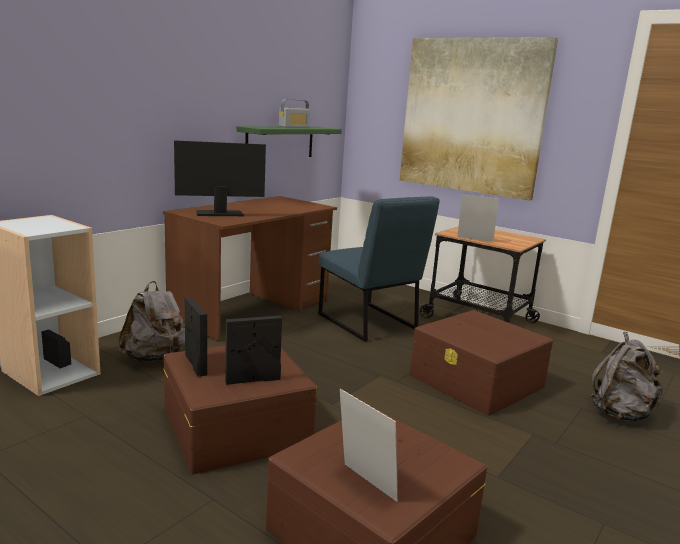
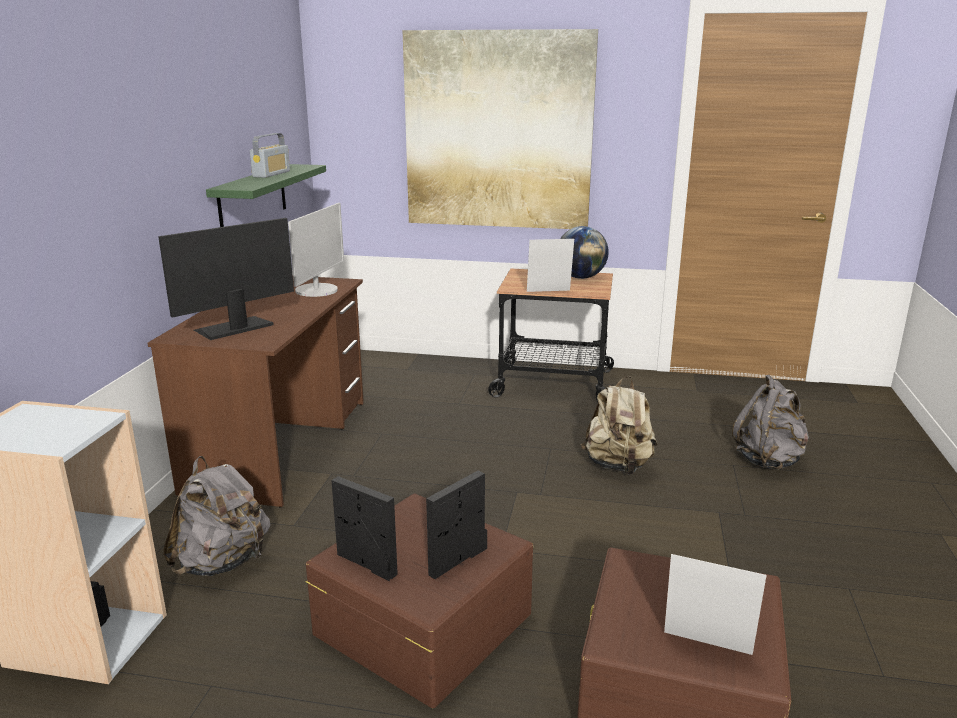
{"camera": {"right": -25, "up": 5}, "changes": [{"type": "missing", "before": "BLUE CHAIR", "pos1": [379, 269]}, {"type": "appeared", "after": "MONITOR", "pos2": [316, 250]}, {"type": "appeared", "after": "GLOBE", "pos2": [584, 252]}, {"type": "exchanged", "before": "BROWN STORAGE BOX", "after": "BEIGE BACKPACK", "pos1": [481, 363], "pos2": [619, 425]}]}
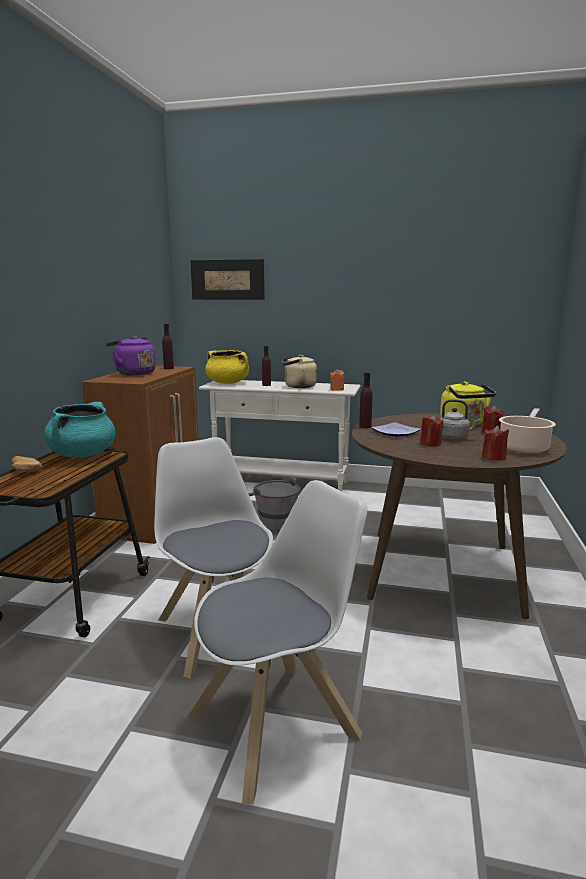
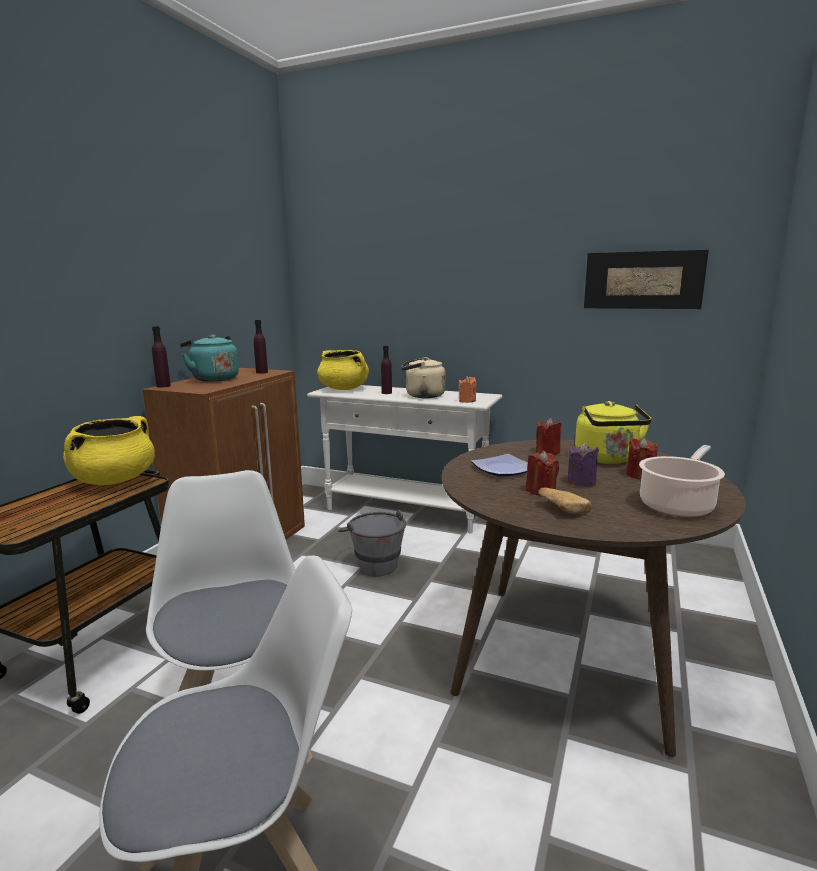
{"camera": {"right": 10, "up": 0}, "changes": [{"type": "relocated", "before": "BREAD", "pos1": [27, 464], "pos2": [565, 501]}, {"type": "relocated", "before": "PICTURE", "pos1": [227, 279], "pos2": [646, 279]}, {"type": "relocated", "before": "PURPLE BOTTLE", "pos1": [366, 400], "pos2": [161, 356]}, {"type": "relocated", "before": "RED CANDLE", "pos1": [495, 443], "pos2": [549, 436]}, {"type": "exchanged", "before": "GREY KETTLE", "after": "PURPLE CANDLE", "pos1": [460, 419], "pos2": [583, 464]}, {"type": "colour", "before": "TURQUOISE COOKING POT", "after": "YELLOW COOKING POT", "pos1": [80, 430], "pos2": [109, 450]}, {"type": "colour", "before": "PURPLE KETTLE", "after": "TURQUOISE KETTLE", "pos1": [131, 356], "pos2": [209, 358]}]}
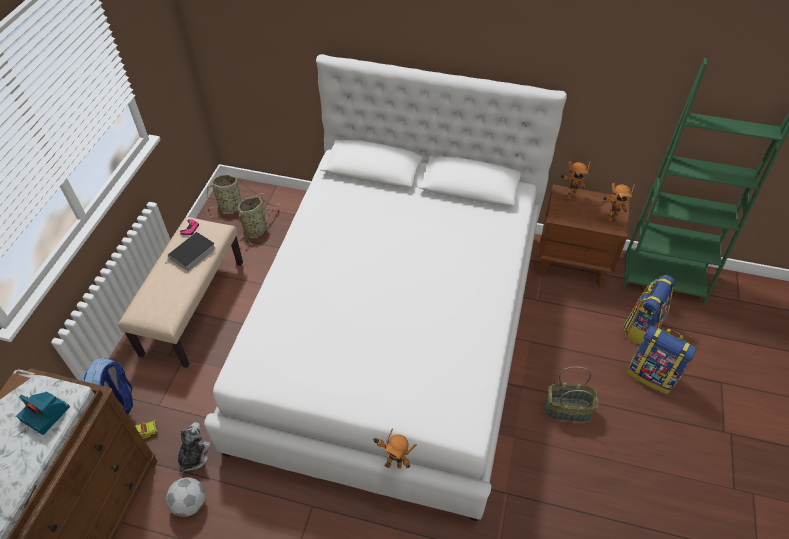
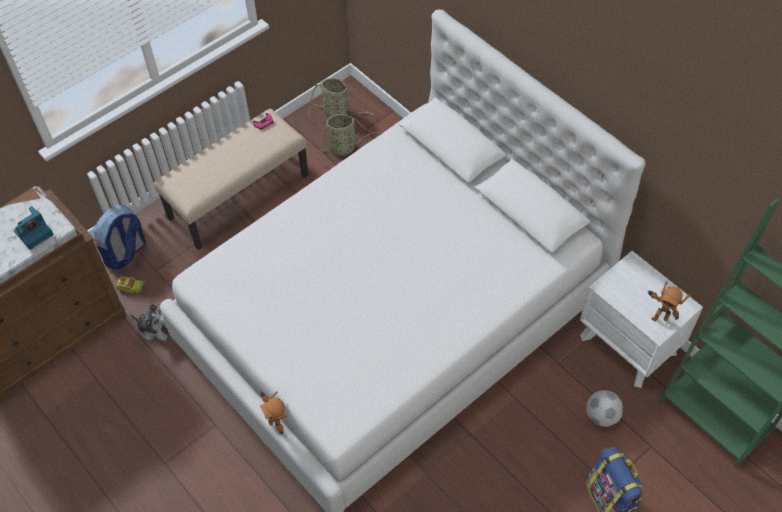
{"camera": {"right": 35, "up": 5}, "changes": [{"type": "missing", "before": "BOOK", "pos1": [190, 251]}, {"type": "missing", "before": "BASKET", "pos1": [572, 393]}, {"type": "missing", "before": "TOY ROBOT", "pos1": [575, 180]}, {"type": "missing", "before": "BACKPACK", "pos1": [649, 309]}, {"type": "relocated", "before": "FOOTBALL", "pos1": [185, 497], "pos2": [604, 408]}, {"type": "colour", "before": "BROWN NIGHTSTAND", "after": "WHITE NIGHTSTAND", "pos1": [583, 236], "pos2": [641, 319]}, {"type": "spun", "before": "PHOTO CAMERA", "pos1": [43, 413], "pos2": [33, 228], "turn": -105}, {"type": "spun", "before": "PLUSH TOY", "pos1": [194, 447], "pos2": [149, 322], "turn": 60}]}
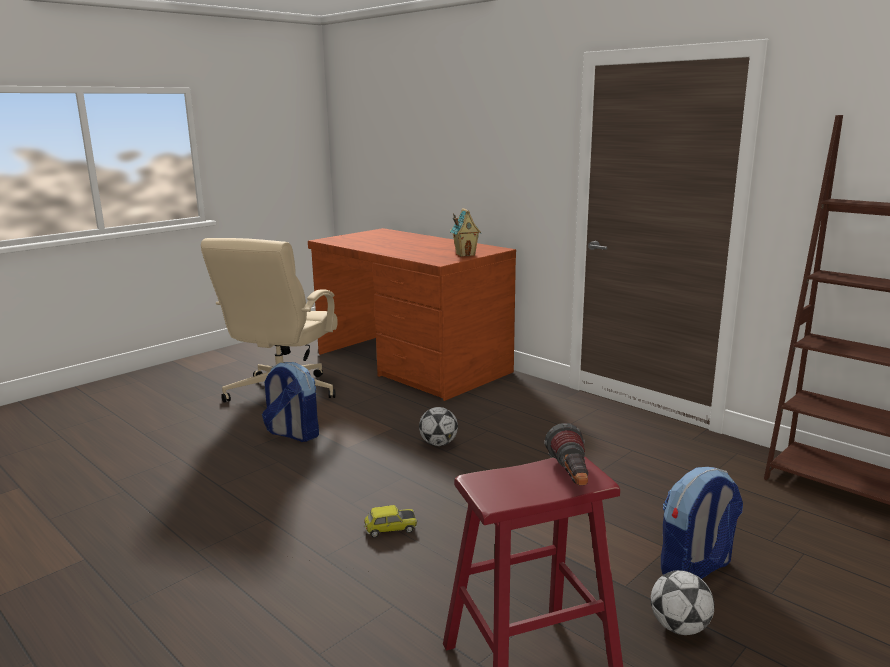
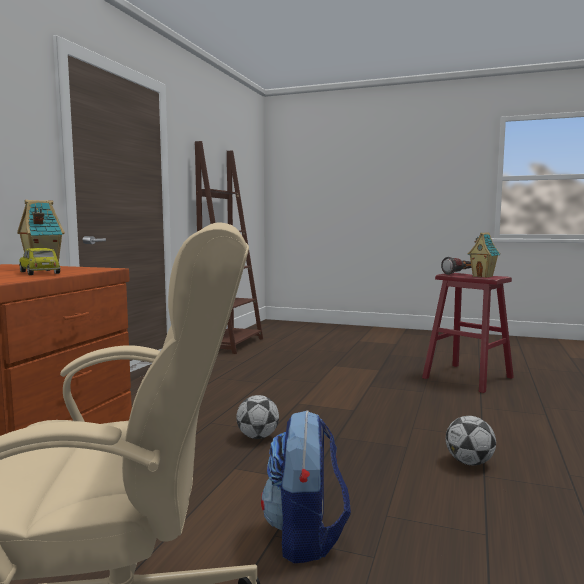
{"camera": {"right": -115, "up": -10}, "changes": [{"type": "missing", "before": "BACKPACK", "pos1": [702, 523]}, {"type": "appeared", "after": "TOY HOUSE", "pos2": [483, 255]}, {"type": "relocated", "before": "TOY CAR", "pos1": [390, 521], "pos2": [39, 261]}, {"type": "relocated", "before": "FOOTBALL", "pos1": [683, 602], "pos2": [471, 440]}]}
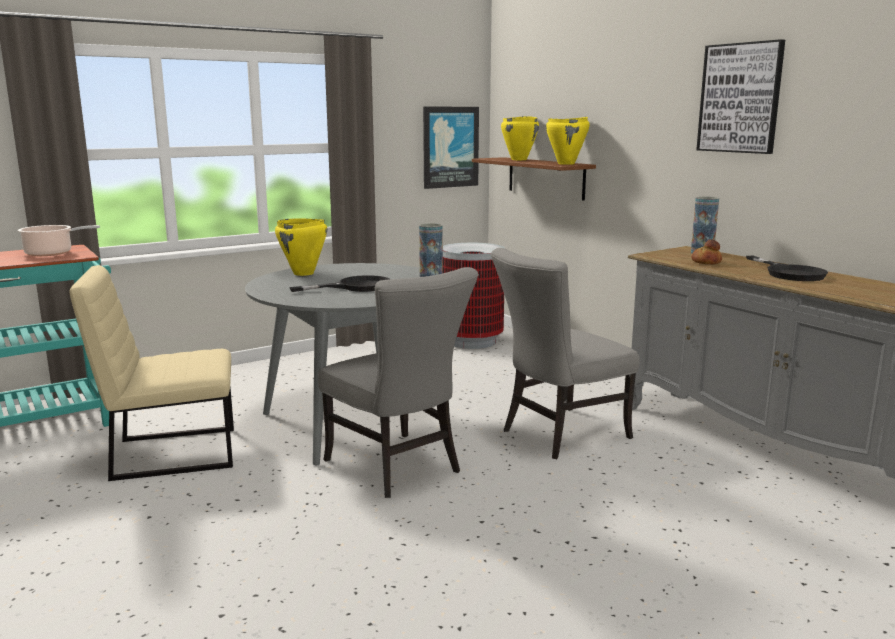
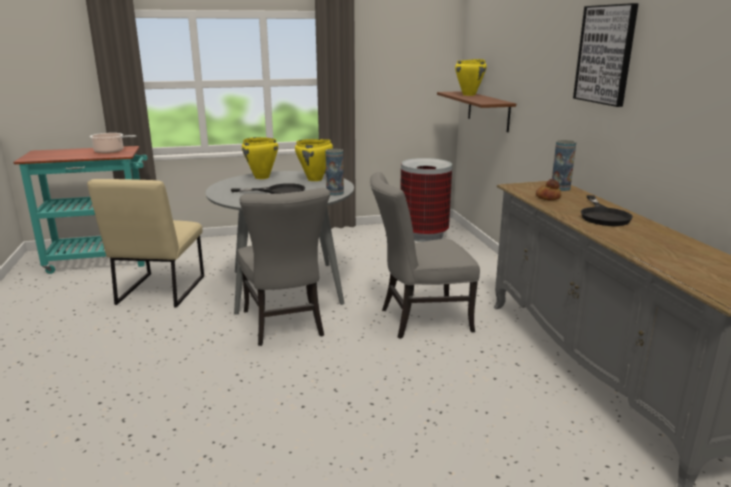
{"camera": {"right": 20, "up": 5}, "changes": [{"type": "missing", "before": "PICTURE", "pos1": [451, 148]}, {"type": "relocated", "before": "YELLOW COOKING POT", "pos1": [568, 141], "pos2": [314, 160]}, {"type": "spun", "before": "BEIGE CHAIR", "pos1": [152, 373], "pos2": [145, 243], "turn": -90}]}
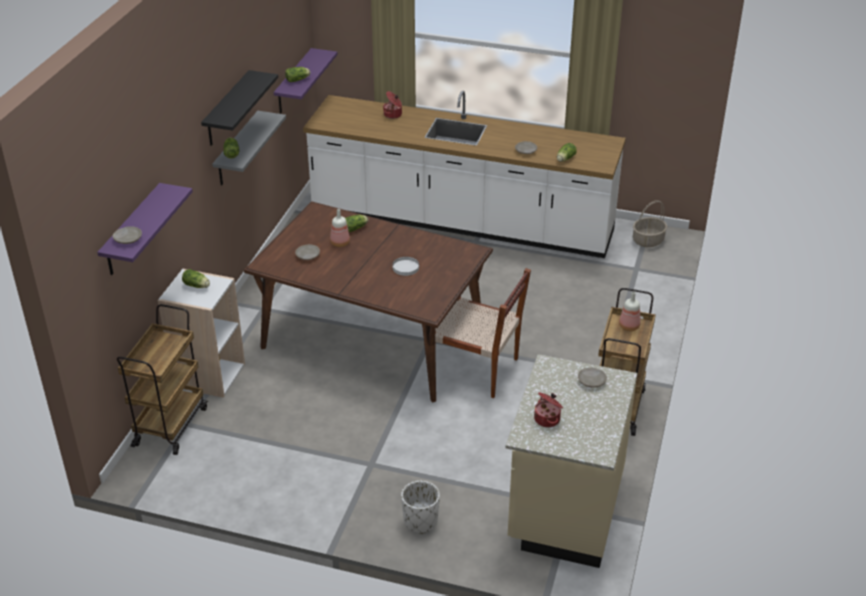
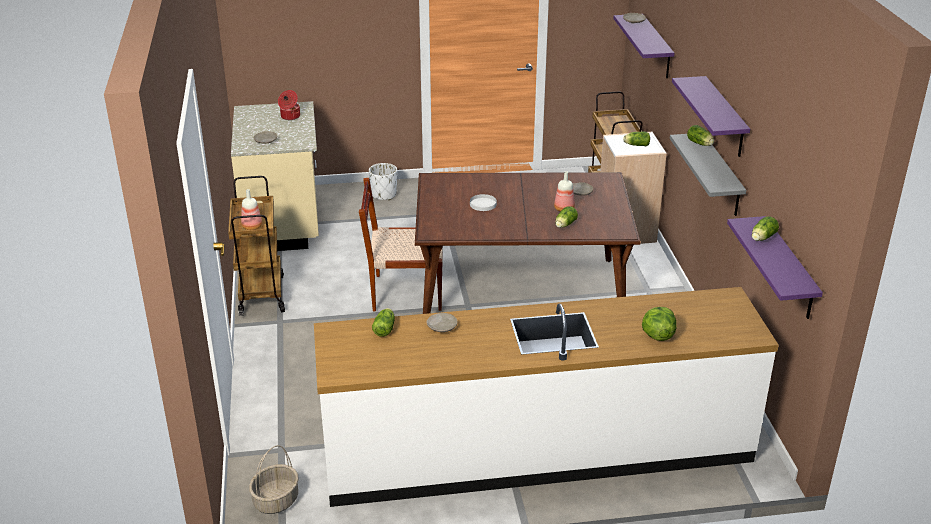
{"camera": {"right": 155, "up": -5}, "changes": [{"type": "exchanged", "before": "COOKING POT", "after": "LETTUCE", "pos1": [392, 105], "pos2": [659, 324]}, {"type": "colour", "before": "BLACK SHELF", "after": "PURPLE SHELF", "pos1": [239, 108], "pos2": [711, 116]}]}
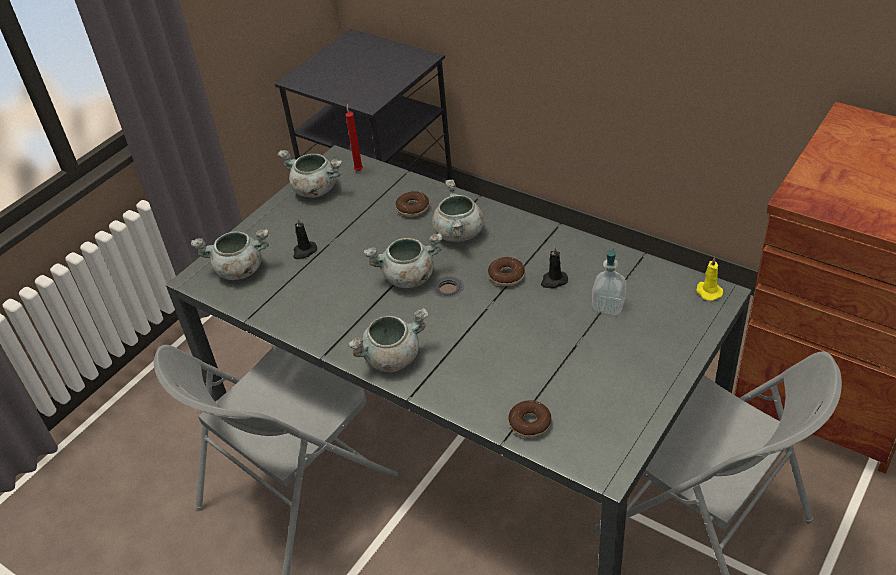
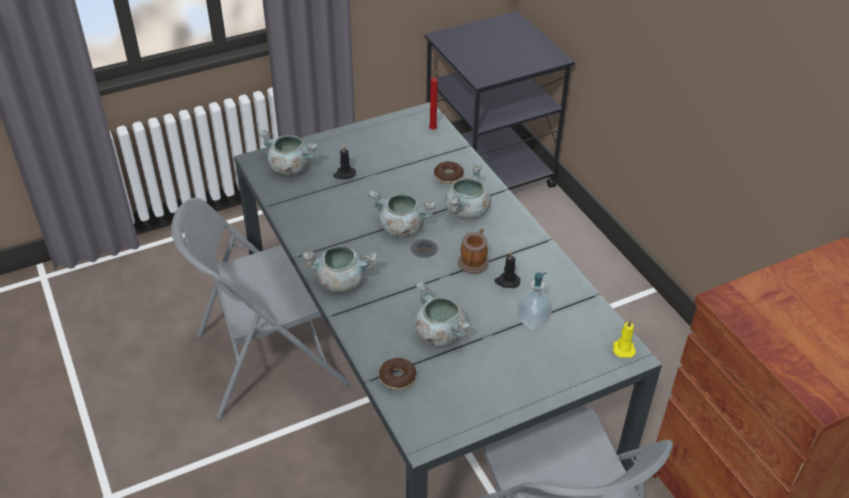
{"camera": {"right": 25, "up": 0}, "changes": [{"type": "relocated", "before": "GREY COOKING POT", "pos1": [309, 174], "pos2": [443, 314]}, {"type": "exchanged", "before": "DONUT", "after": "MUG", "pos1": [506, 271], "pos2": [473, 251]}]}
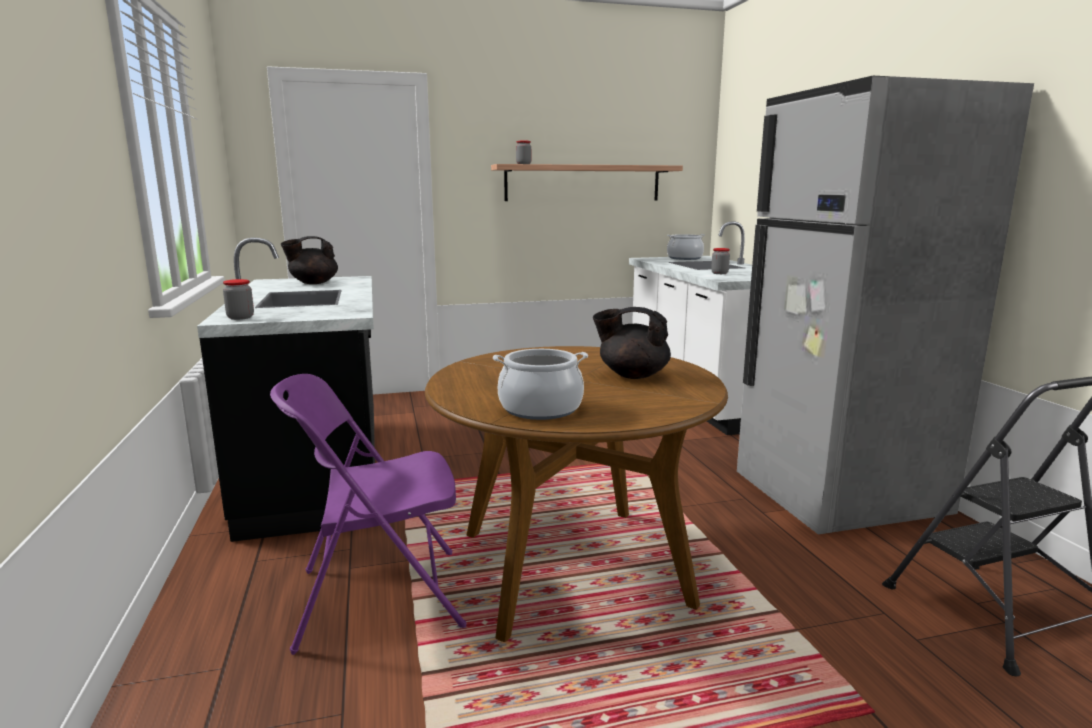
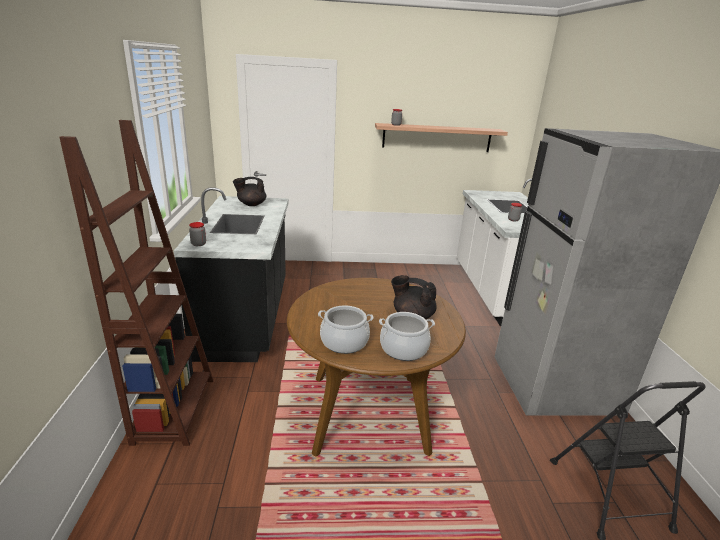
{"camera": {"right": 10, "up": 10}, "changes": [{"type": "missing", "before": "PURPLE CHAIR", "pos1": [368, 514]}, {"type": "appeared", "after": "BROWN BOOKCASE", "pos2": [136, 283]}, {"type": "relocated", "before": "COOKING POT", "pos1": [686, 247], "pos2": [407, 336]}]}
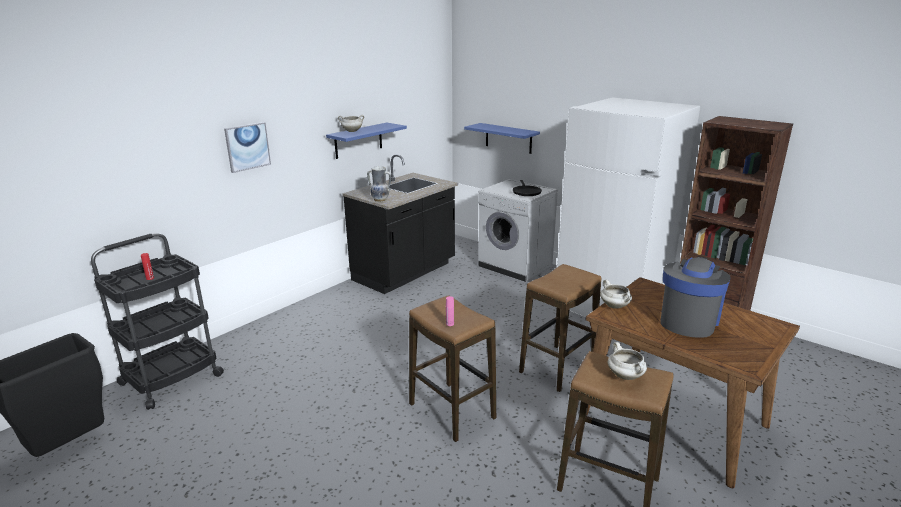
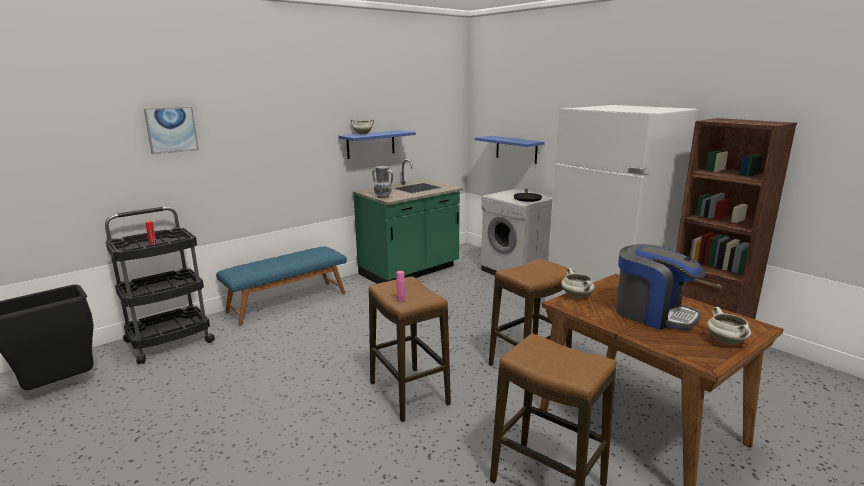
{"camera": {"right": 10, "up": -5}, "changes": [{"type": "appeared", "after": "BLUE BENCH", "pos2": [281, 286]}, {"type": "relocated", "before": "PICTURE", "pos1": [247, 147], "pos2": [171, 130]}, {"type": "relocated", "before": "WHITE COOKING POT", "pos1": [627, 361], "pos2": [729, 325]}, {"type": "colour", "before": "BLACK COUNTER", "after": "GREEN COUNTER", "pos1": [400, 224], "pos2": [408, 221]}, {"type": "spun", "before": "COFFEE MACHINE", "pos1": [695, 297], "pos2": [660, 287], "turn": 90}]}
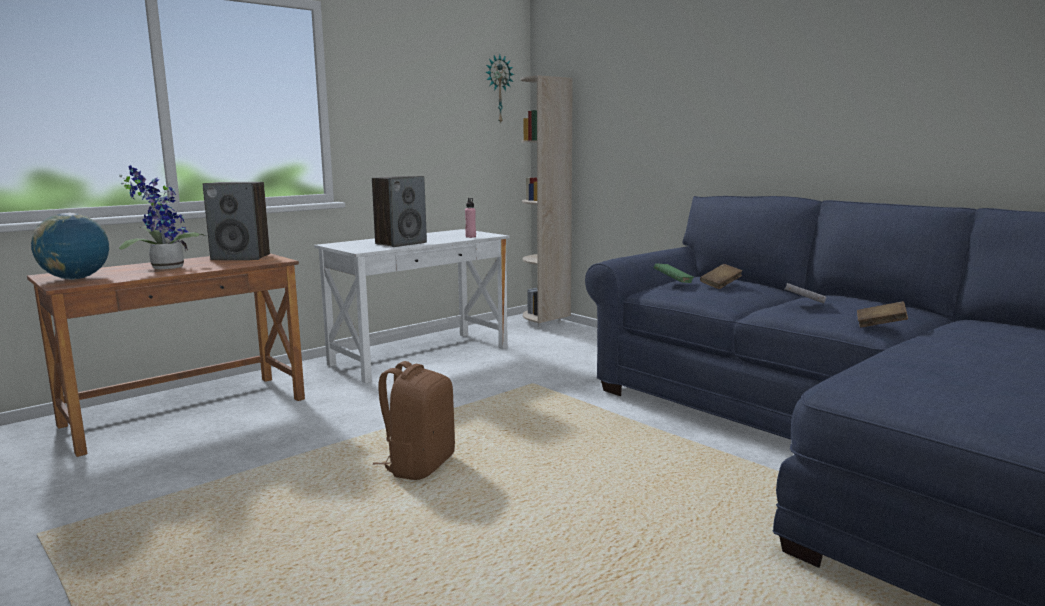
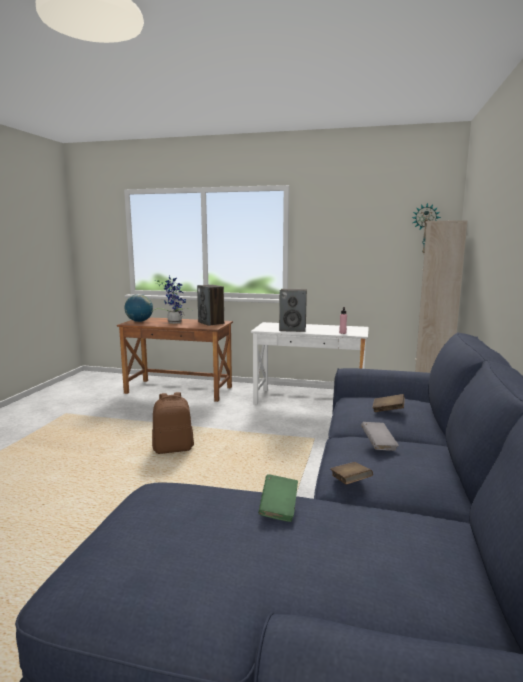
{"camera": {"right": 55, "up": 0}, "changes": [{"type": "relocated", "before": "GREEN BOOK", "pos1": [674, 273], "pos2": [278, 498]}]}
